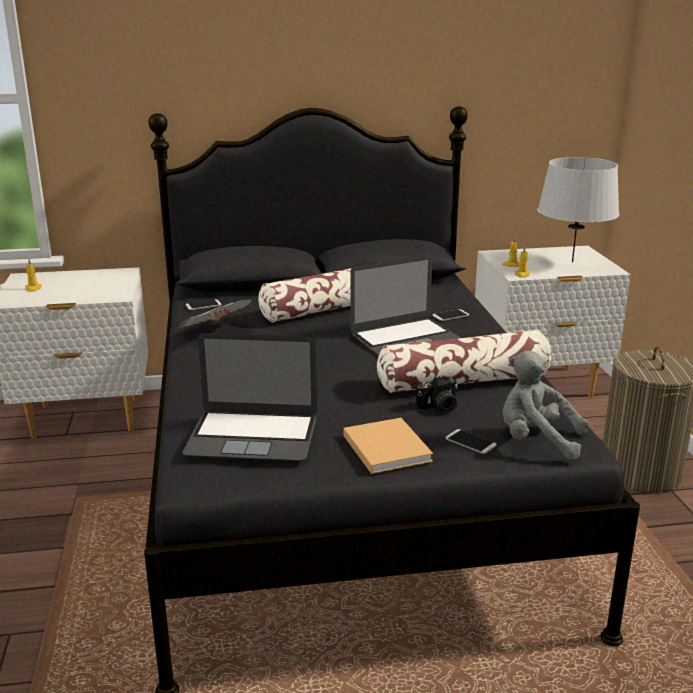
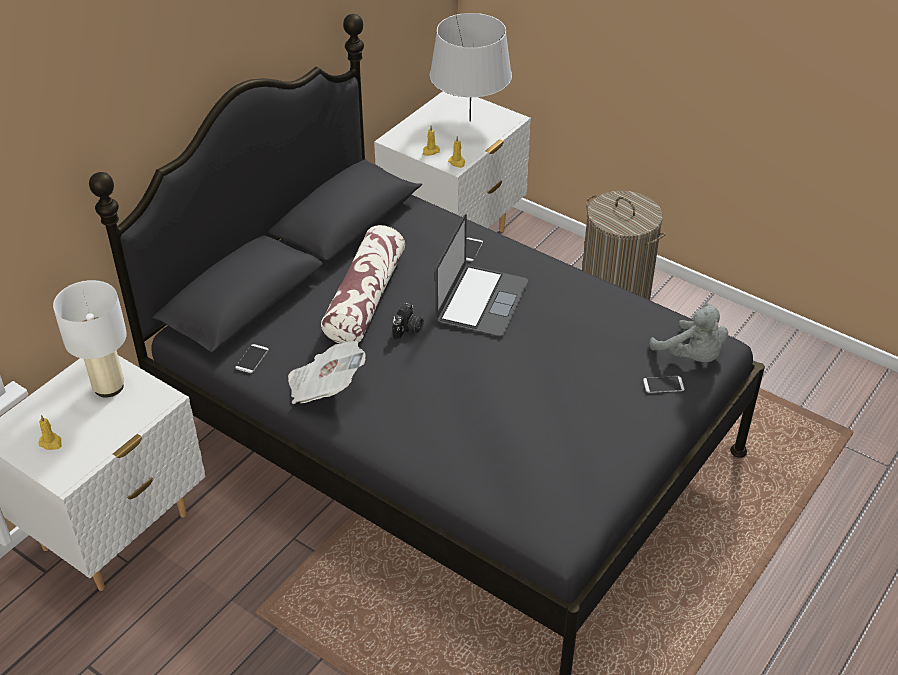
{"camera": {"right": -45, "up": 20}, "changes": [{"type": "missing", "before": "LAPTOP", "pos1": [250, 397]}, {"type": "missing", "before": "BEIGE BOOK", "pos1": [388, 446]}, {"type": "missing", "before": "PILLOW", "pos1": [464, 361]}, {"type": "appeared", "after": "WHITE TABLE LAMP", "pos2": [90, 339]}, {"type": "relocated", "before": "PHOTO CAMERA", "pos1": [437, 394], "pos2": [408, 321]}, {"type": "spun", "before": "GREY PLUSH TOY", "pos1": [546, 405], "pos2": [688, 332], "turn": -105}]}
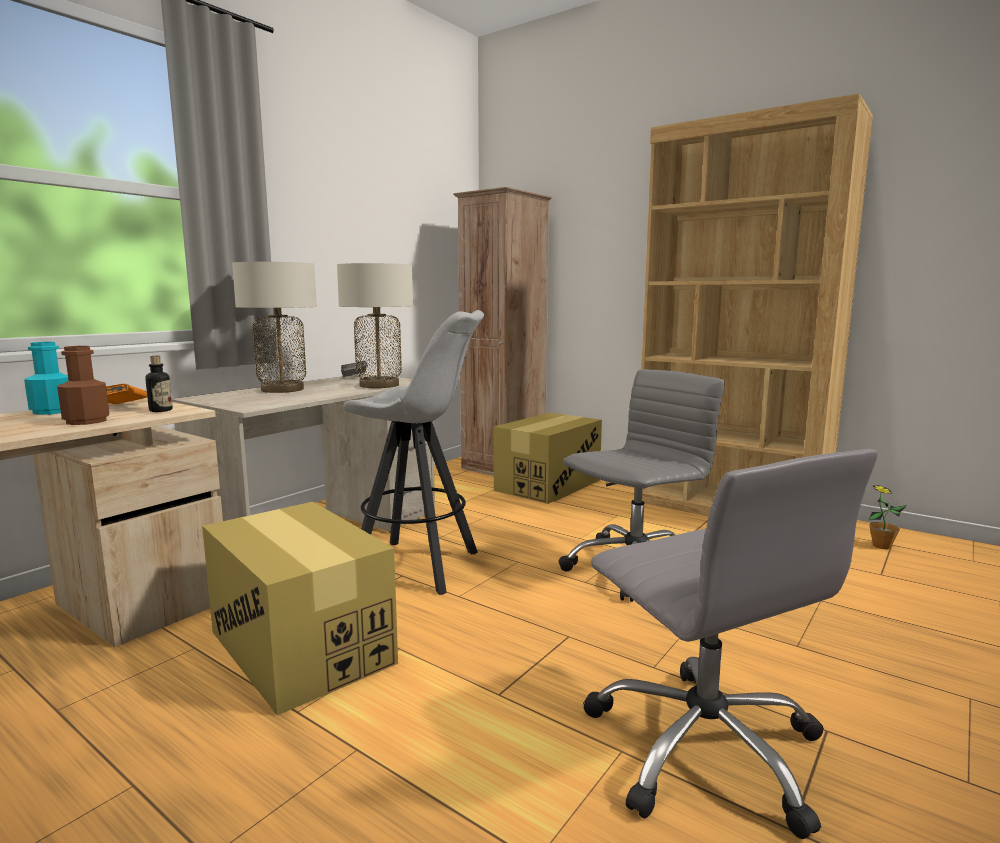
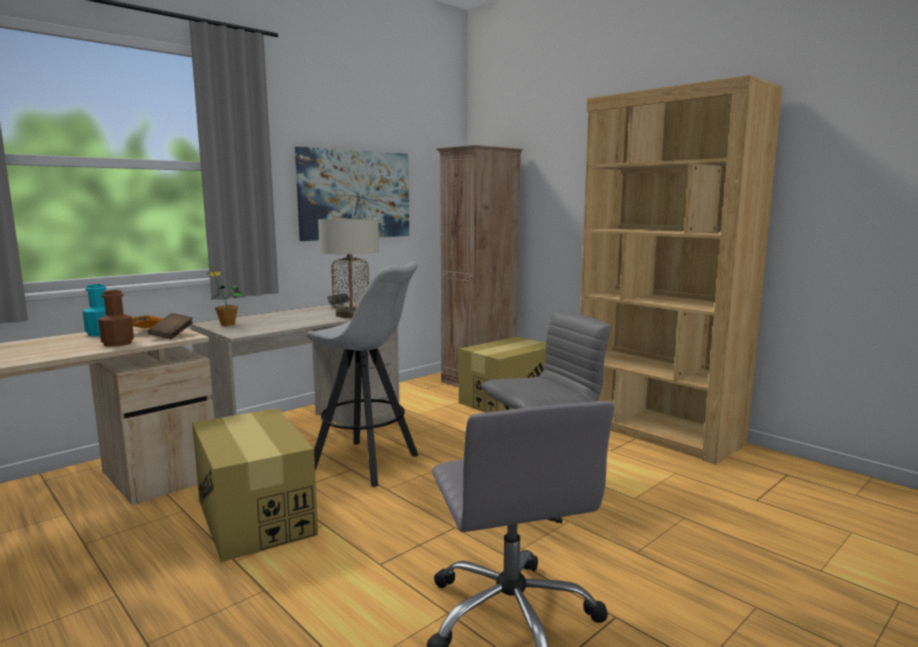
{"camera": {"right": 10, "up": 0}, "changes": [{"type": "missing", "before": "TABLE LAMP", "pos1": [274, 327]}, {"type": "appeared", "after": "PICTURE", "pos2": [352, 194]}, {"type": "relocated", "before": "POTTED PLANT", "pos1": [888, 517], "pos2": [225, 298]}, {"type": "exchanged", "before": "BOTTLE", "after": "BROWN BOOK", "pos1": [159, 384], "pos2": [170, 326]}]}
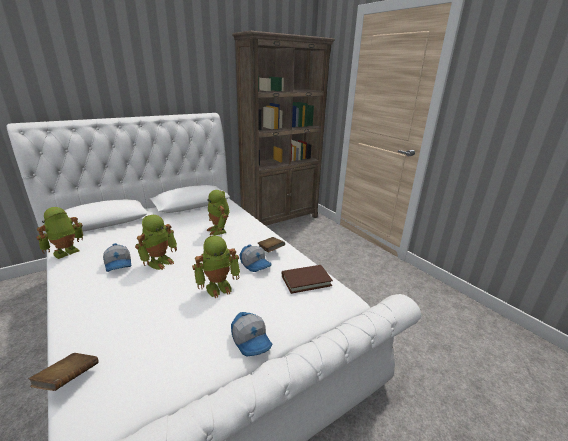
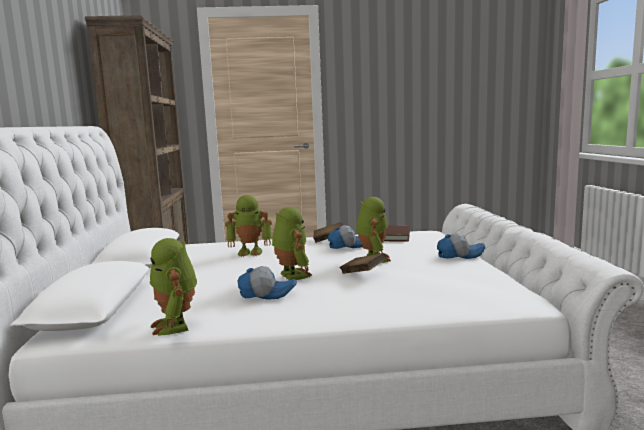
{"camera": {"right": -60, "up": -15}, "changes": [{"type": "relocated", "before": "BROWN BOOK", "pos1": [64, 372], "pos2": [362, 263]}]}
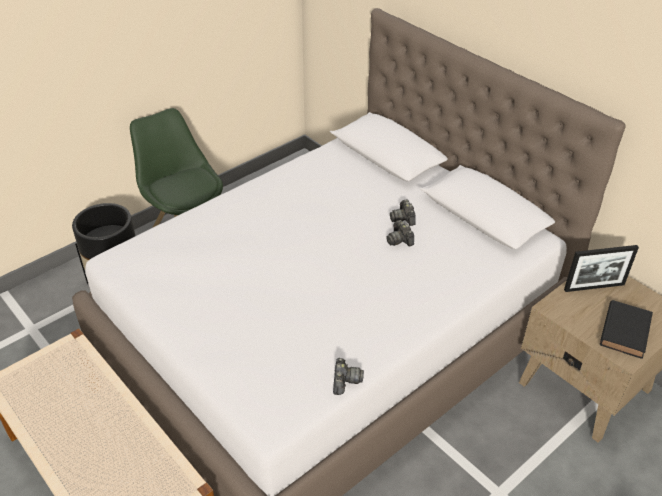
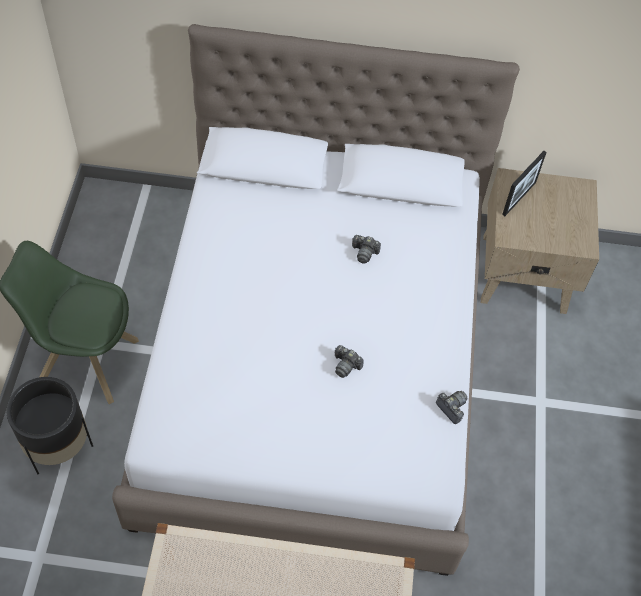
{"camera": {"right": -45, "up": 15}, "changes": [{"type": "missing", "before": "BLACK BOOK", "pos1": [626, 329]}, {"type": "relocated", "before": "PHOTO CAMERA", "pos1": [403, 213], "pos2": [349, 361]}]}
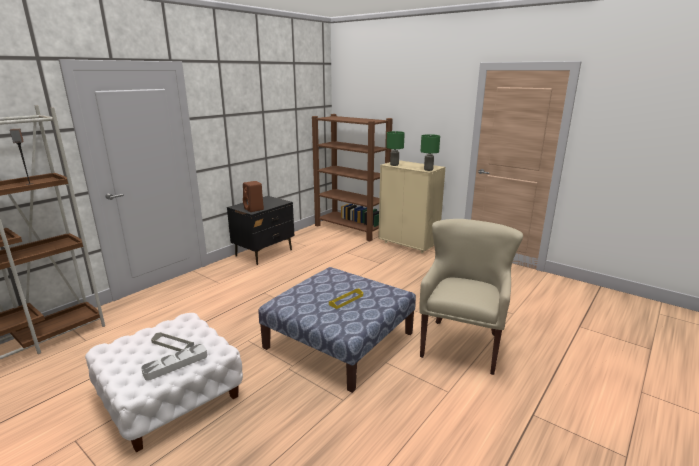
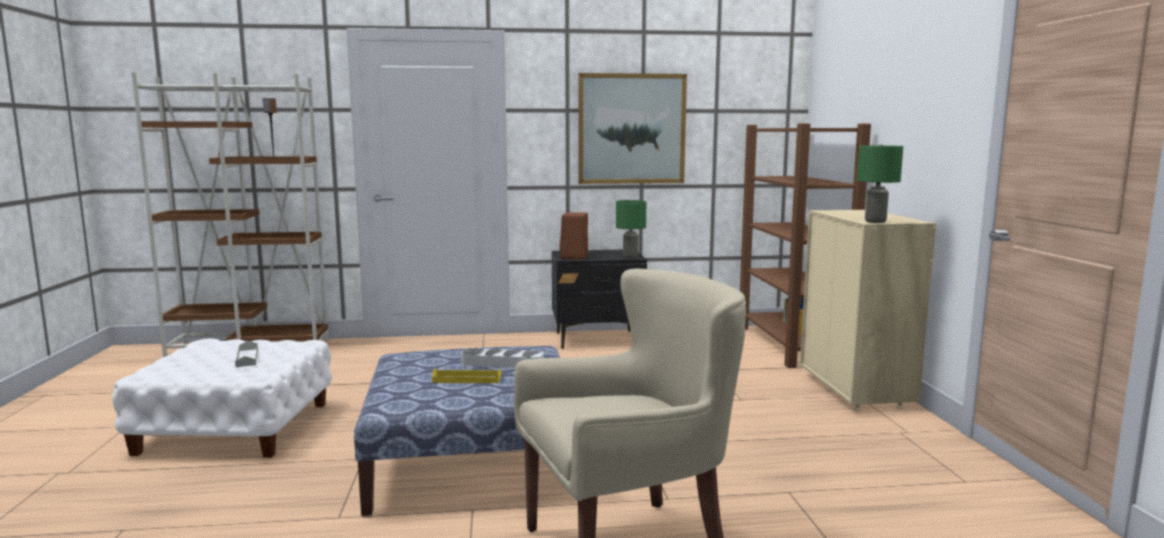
{"camera": {"right": 45, "up": -10}, "changes": [{"type": "appeared", "after": "PICTURE", "pos2": [632, 128]}, {"type": "relocated", "before": "GREY TRAY", "pos1": [174, 362], "pos2": [502, 358]}, {"type": "relocated", "before": "GREEN TABLE LAMP", "pos1": [395, 148], "pos2": [631, 229]}]}
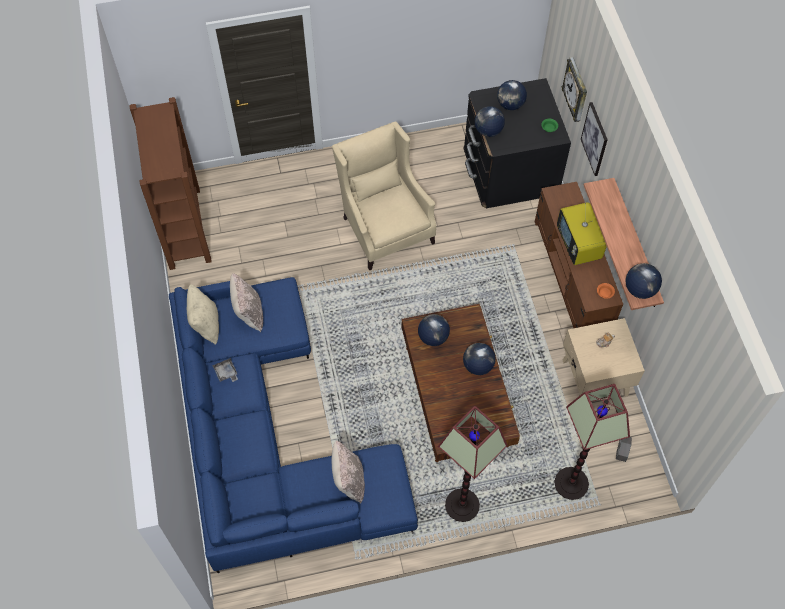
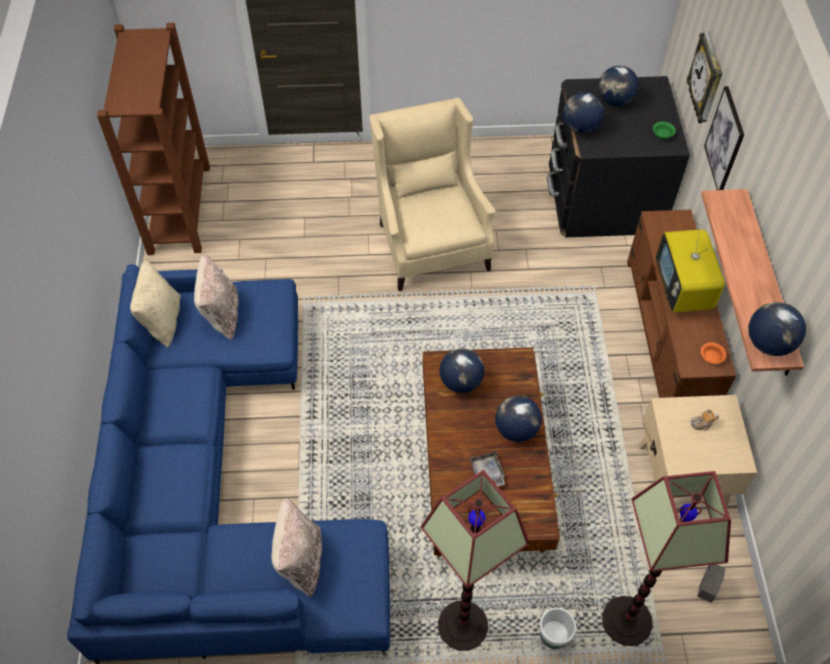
{"camera": {"right": 10, "up": -5}, "changes": [{"type": "appeared", "after": "WHITE PLANTER", "pos2": [555, 632]}, {"type": "relocated", "before": "GREY TRAY", "pos1": [225, 370], "pos2": [487, 468]}]}
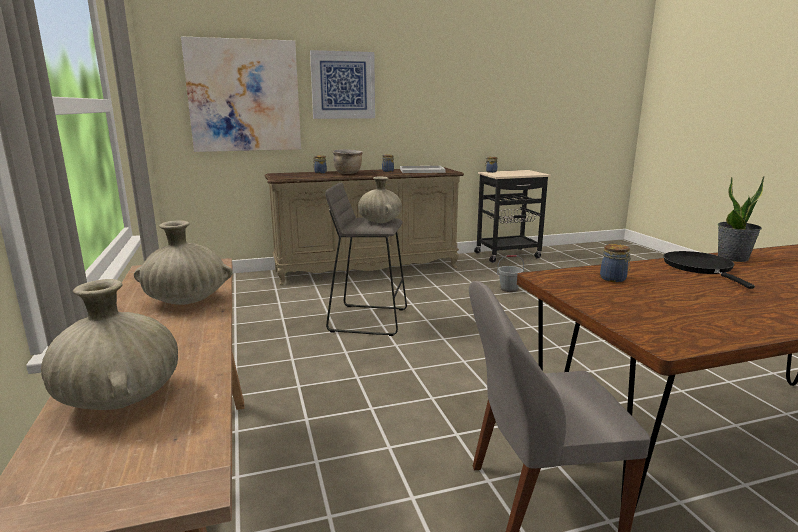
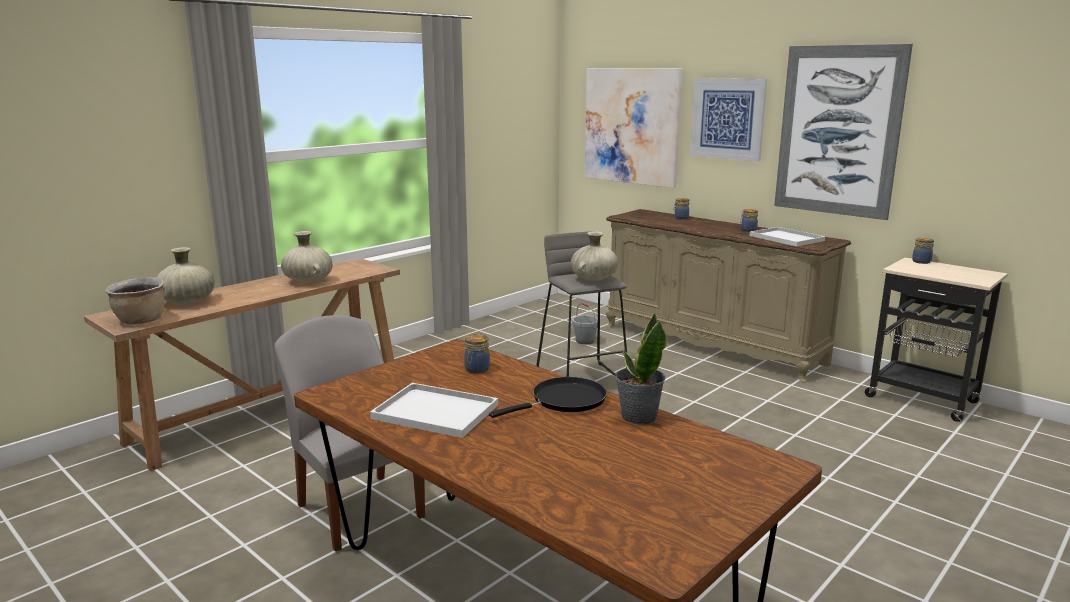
{"camera": {"right": 60, "up": 0}, "changes": [{"type": "appeared", "after": "WHITE TRAY", "pos2": [434, 410]}, {"type": "appeared", "after": "PICTURE", "pos2": [843, 132]}, {"type": "relocated", "before": "BROWN COOKING POT", "pos1": [347, 161], "pos2": [135, 300]}, {"type": "relocated", "before": "GREY BUCKET", "pos1": [510, 273], "pos2": [585, 323]}]}
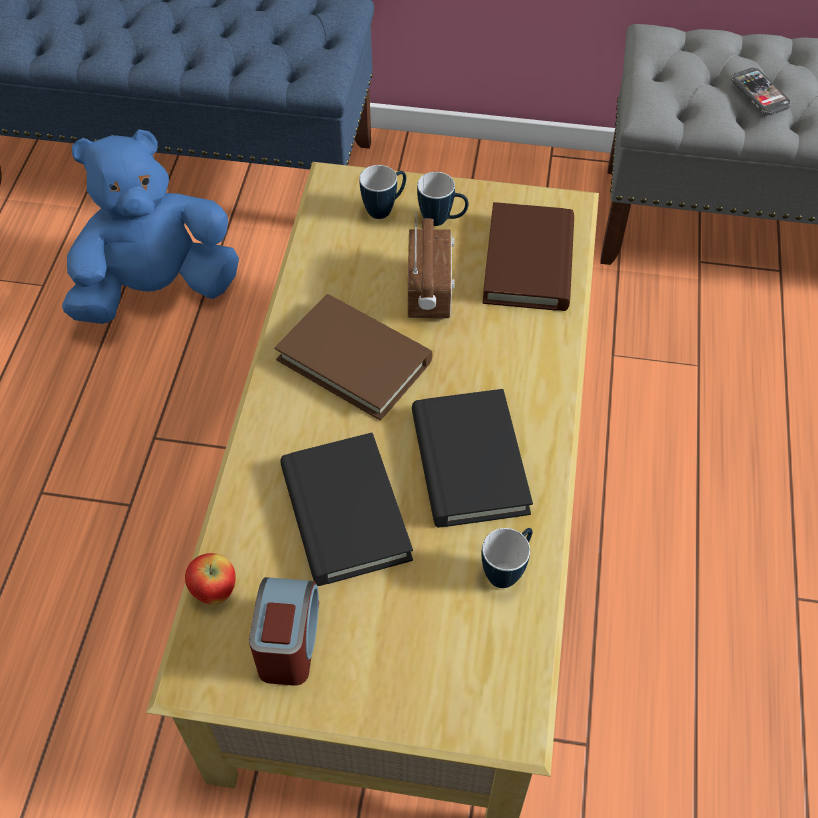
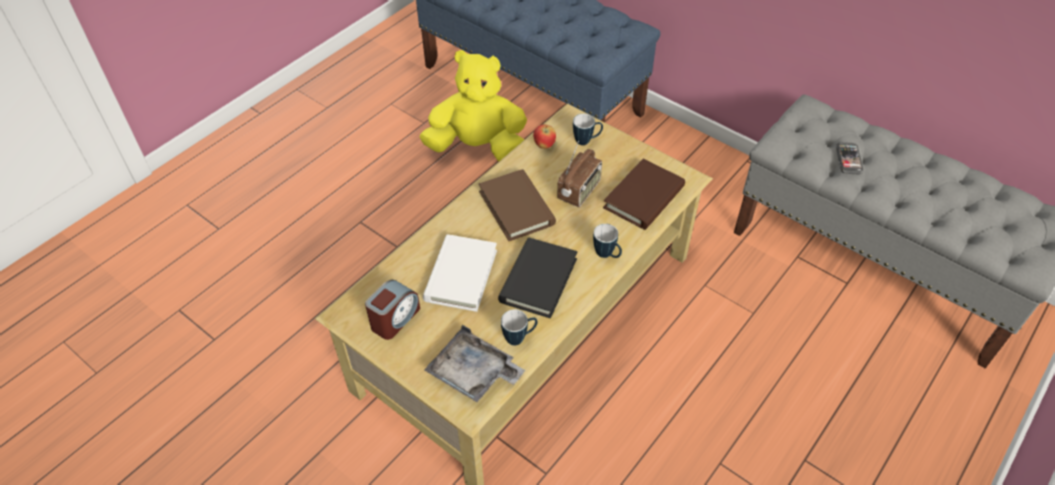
{"camera": {"right": 30, "up": -5}, "changes": [{"type": "appeared", "after": "GREY TRAY", "pos2": [474, 363]}, {"type": "relocated", "before": "APPLE", "pos1": [210, 579], "pos2": [544, 137]}, {"type": "relocated", "before": "MUG", "pos1": [443, 199], "pos2": [607, 241]}, {"type": "colour", "before": "BLUE PLUSH TOY", "after": "YELLOW PLUSH TOY", "pos1": [150, 226], "pos2": [473, 105]}, {"type": "colour", "before": "BLACK BOOK", "after": "WHITE BOOK", "pos1": [346, 509], "pos2": [460, 273]}]}
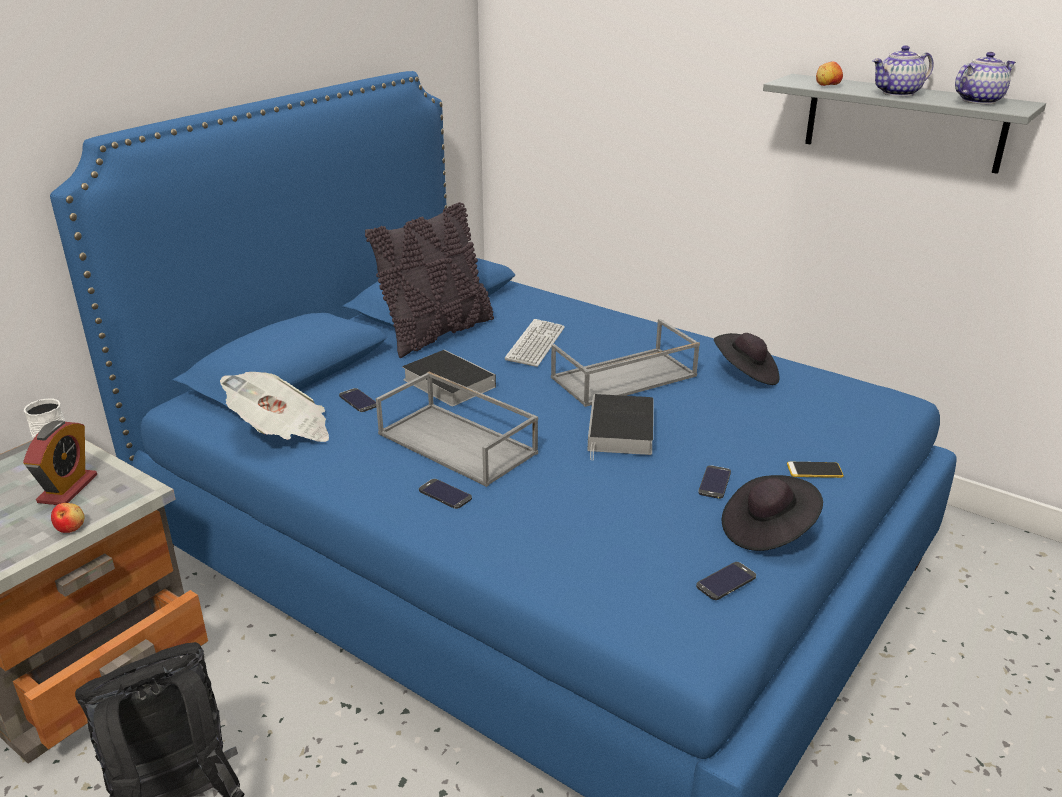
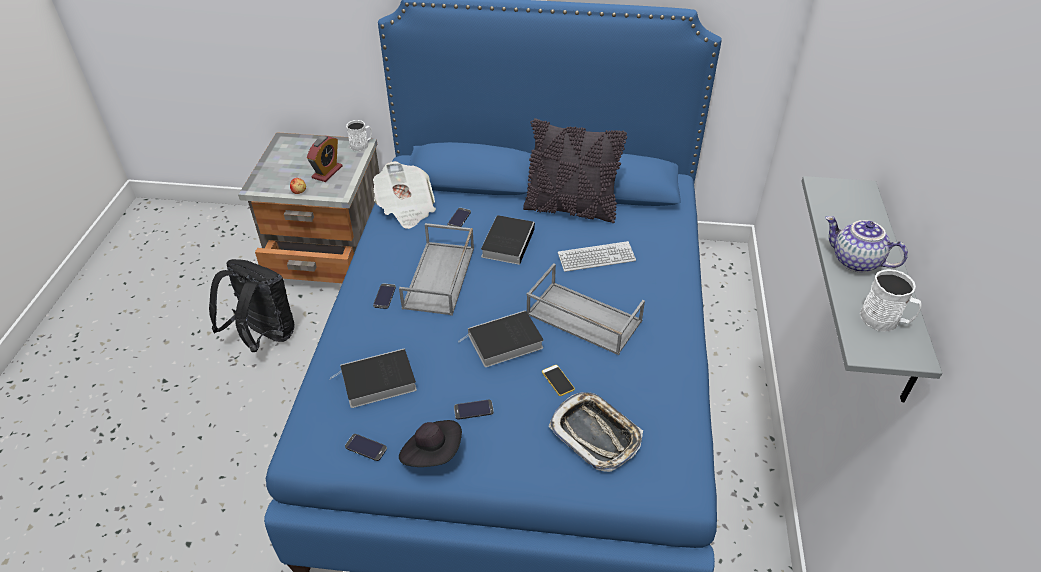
{"camera": {"right": 60, "up": 15}, "changes": [{"type": "missing", "before": "BLACK HAT", "pos1": [747, 359]}, {"type": "missing", "before": "APPLE", "pos1": [829, 73]}, {"type": "appeared", "after": "BOOK", "pos2": [373, 378]}, {"type": "appeared", "after": "TRAY", "pos2": [595, 432]}, {"type": "relocated", "before": "PHONE", "pos1": [815, 470], "pos2": [558, 380]}, {"type": "exchanged", "before": "TEAPOT", "after": "WHITE MUG", "pos1": [985, 78], "pos2": [891, 300]}, {"type": "spun", "before": "ALARM CLOCK", "pos1": [60, 462], "pos2": [324, 159], "turn": -45}]}
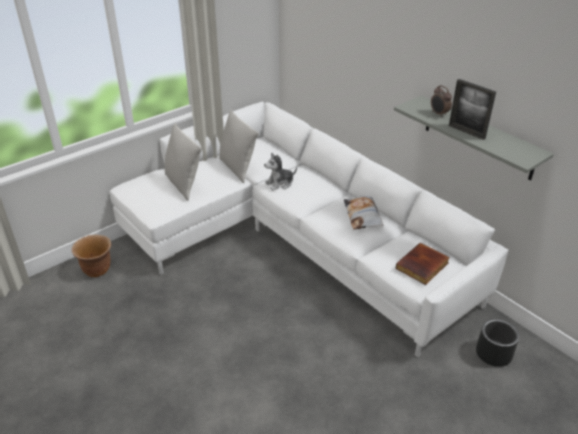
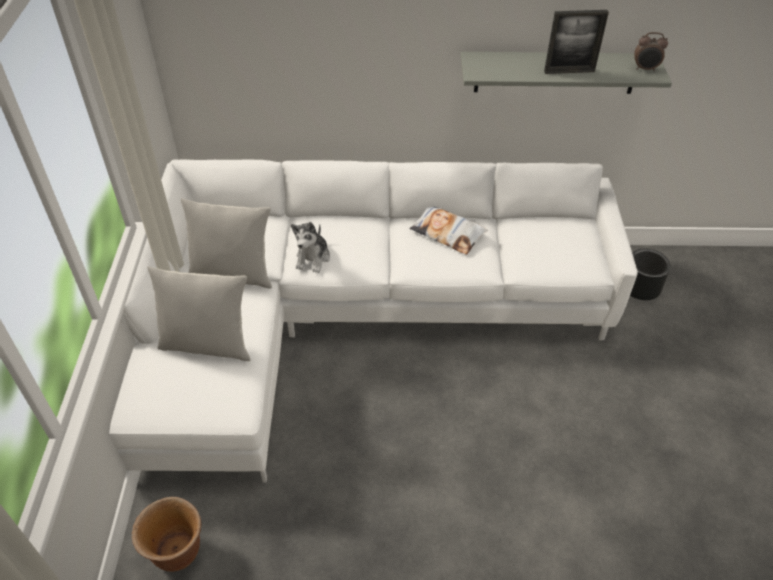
{"camera": {"right": -50, "up": 10}, "changes": [{"type": "missing", "before": "BOOK", "pos1": [423, 264]}, {"type": "relocated", "before": "ALARM CLOCK", "pos1": [441, 101], "pos2": [651, 52]}]}
